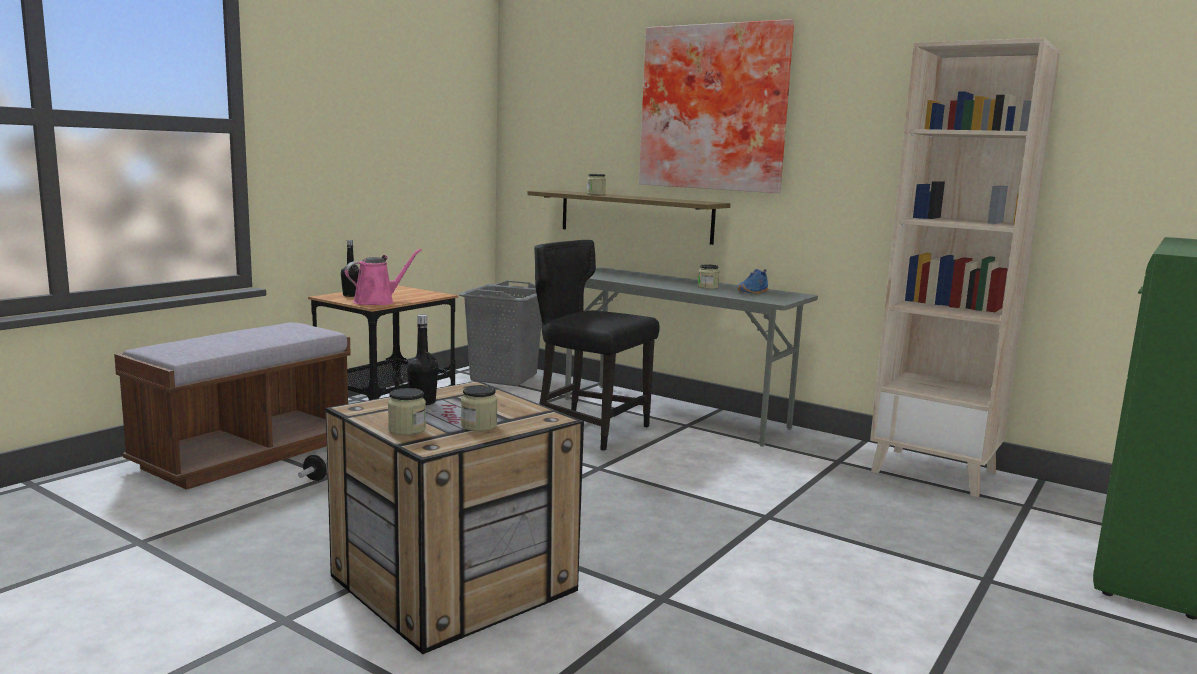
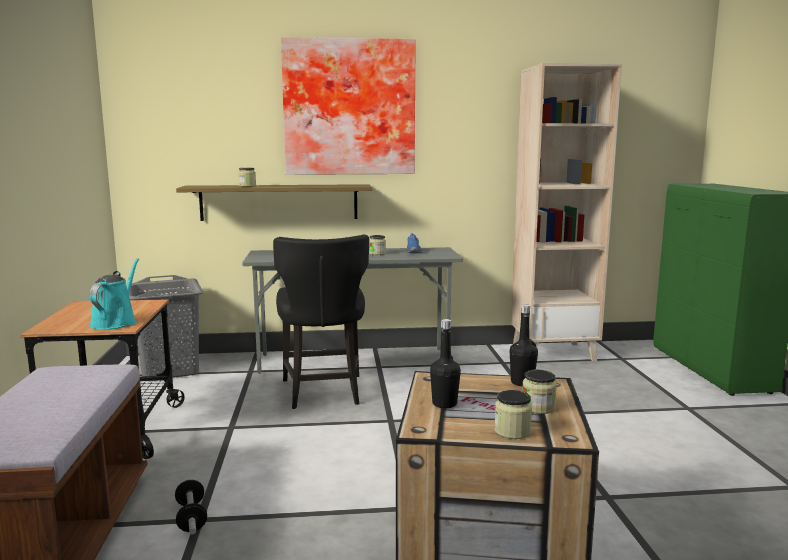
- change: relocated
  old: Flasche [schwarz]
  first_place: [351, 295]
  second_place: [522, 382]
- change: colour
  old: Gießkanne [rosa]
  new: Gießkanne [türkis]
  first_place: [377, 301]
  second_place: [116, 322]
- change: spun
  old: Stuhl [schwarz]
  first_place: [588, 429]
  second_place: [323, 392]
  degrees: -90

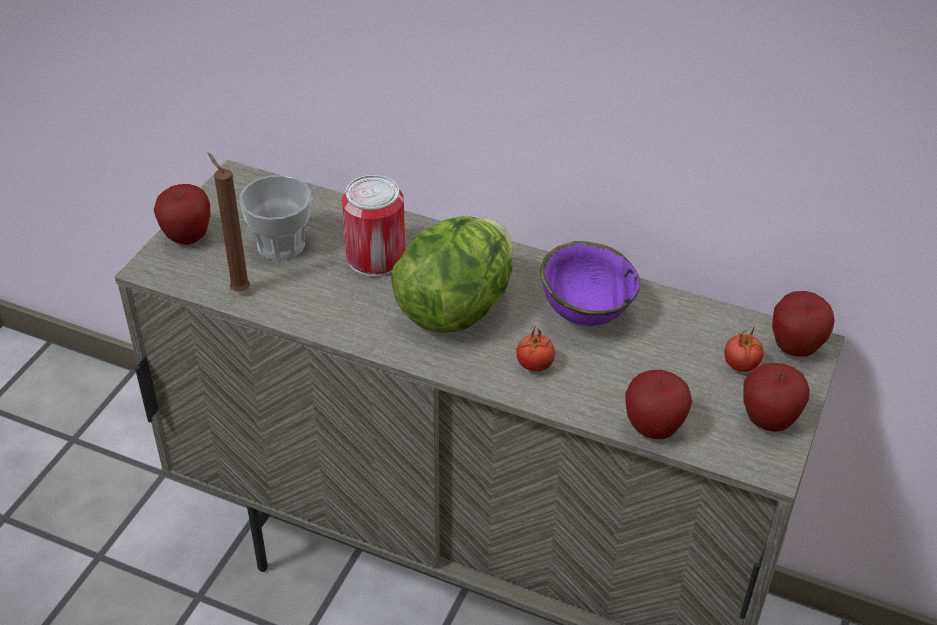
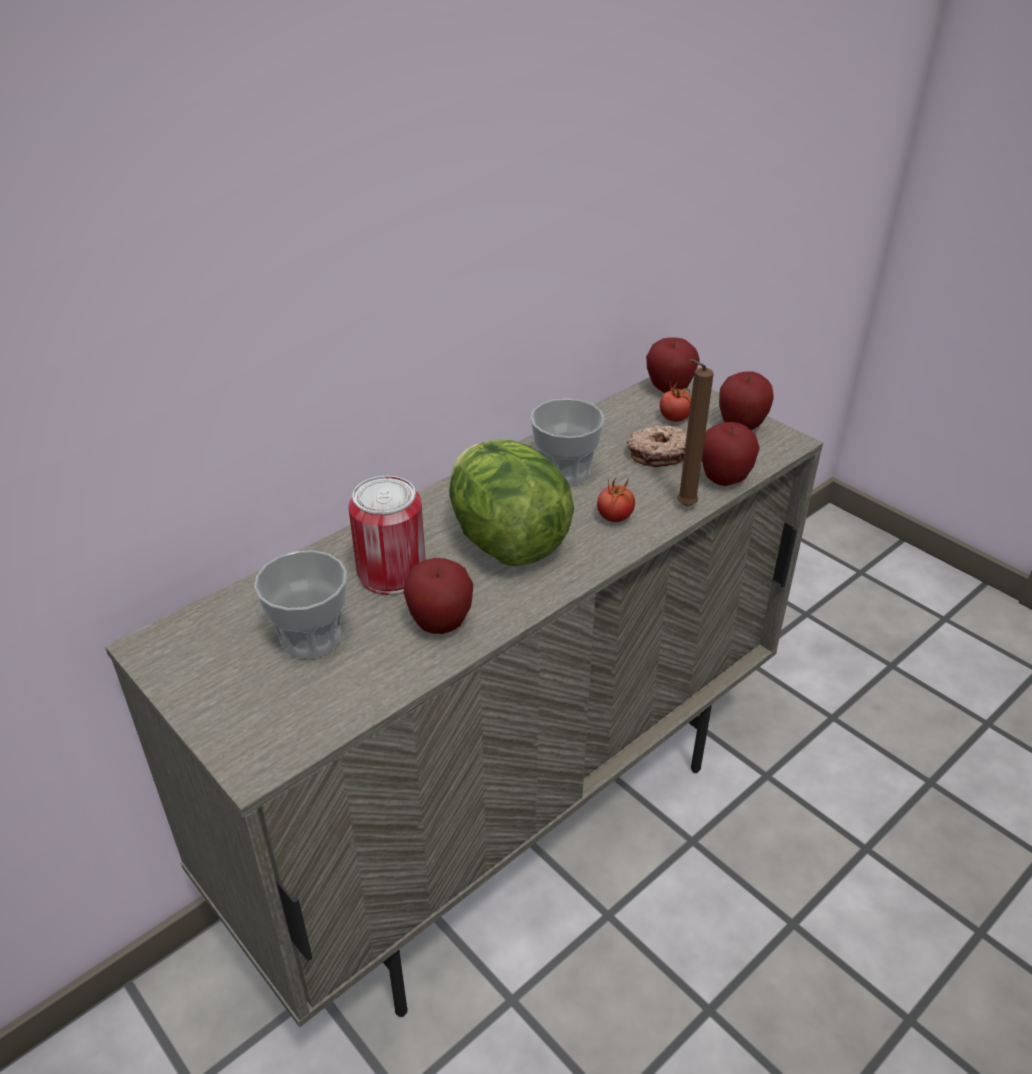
- change: relocated
  old: Apfel
  first_place: [187, 238]
  second_place: [440, 625]
- change: relocated
  old: Kerze [braun]
  first_place: [238, 289]
  second_place: [683, 507]
- change: exchanged
  old: Schüssel [lila]
  new: Tasse
  first_place: [585, 313]
  second_place: [565, 471]
- change: appeared
  new: Donut
  second_place: [658, 453]

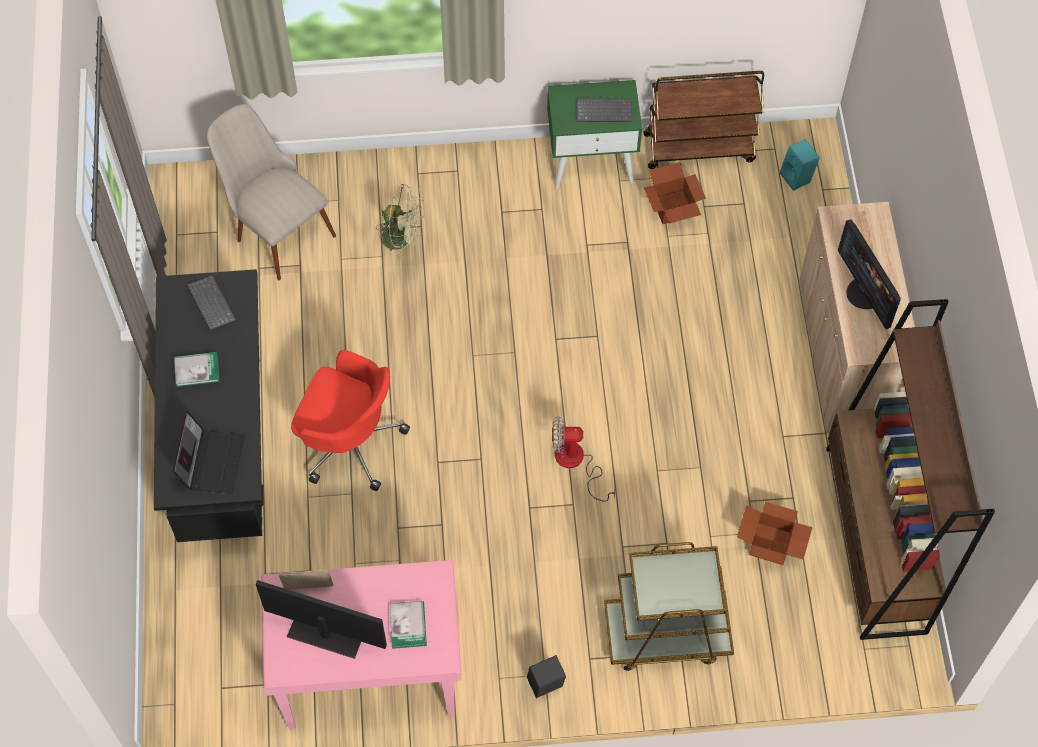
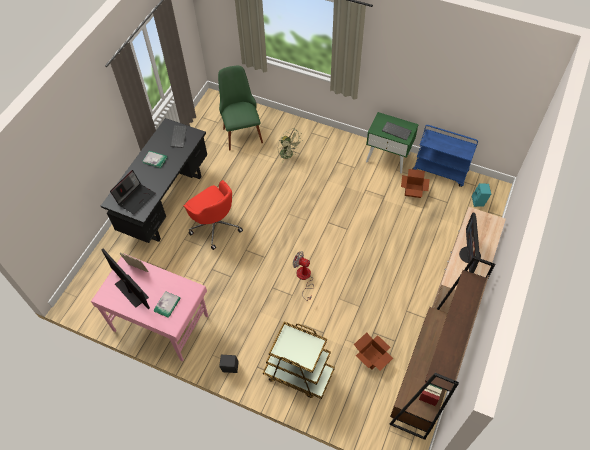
- change: colour
  old: Stuhl [beige]
  new: Stuhl [grün]
  first_place: [276, 228]
  second_place: [241, 130]
- change: colour
  old: Rollwagen [braun]
  new: Rollwagen [blau]
  first_place: [700, 147]
  second_place: [440, 171]

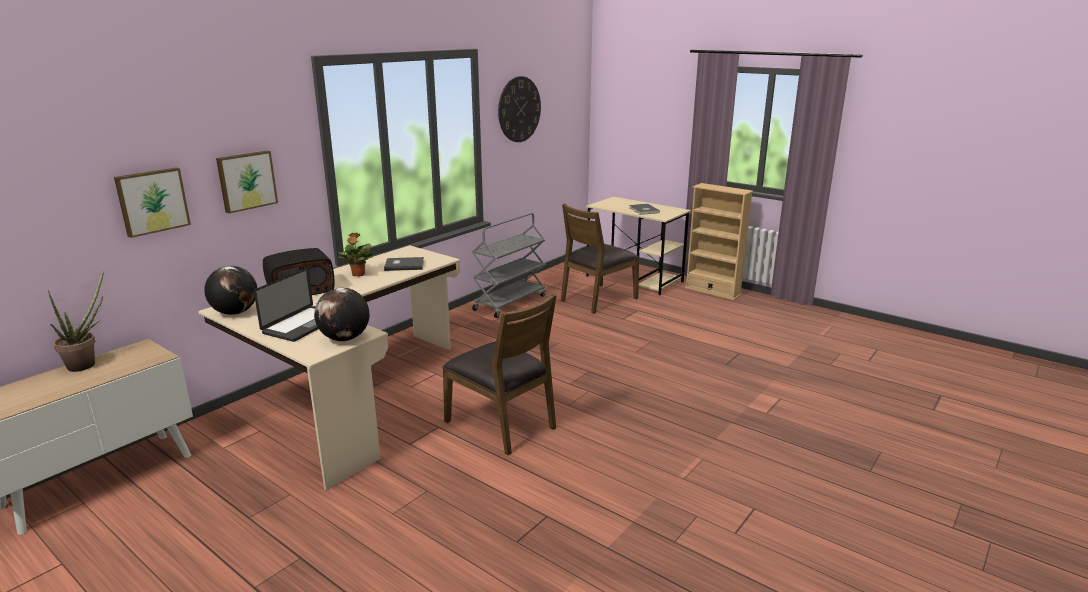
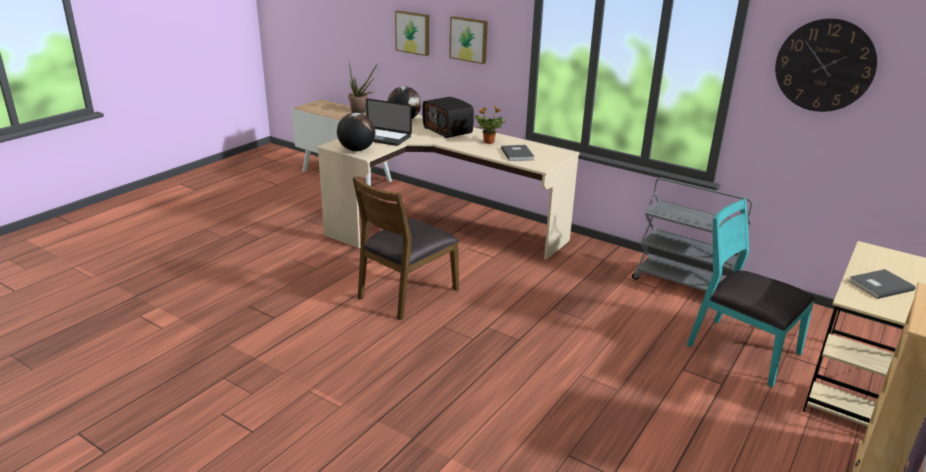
- change: colour
  old: Stuhl [braun]
  new: Stuhl [türkis]
  first_place: [598, 299]
  second_place: [742, 349]

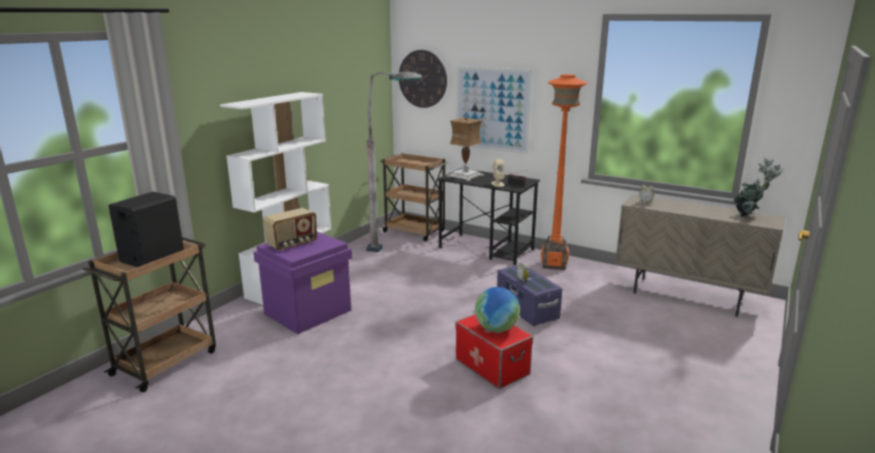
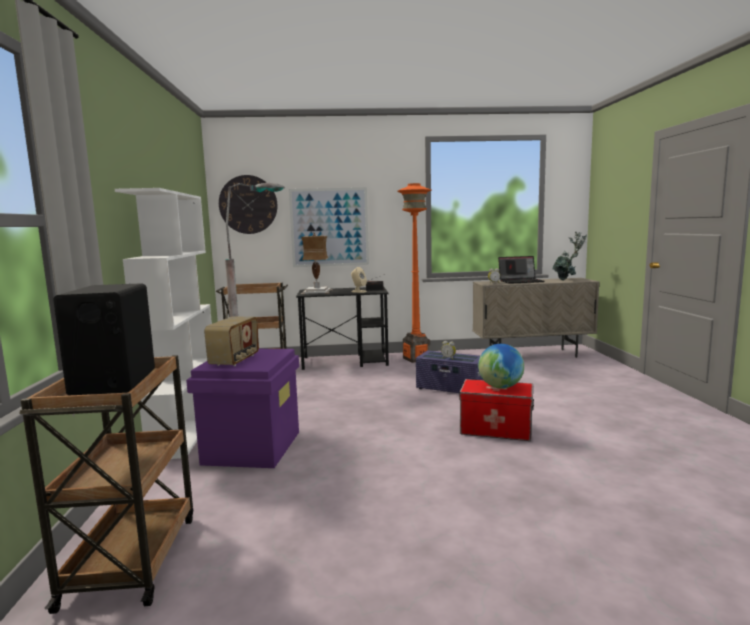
- change: appeared
  new: Laptop
  second_place: [521, 281]

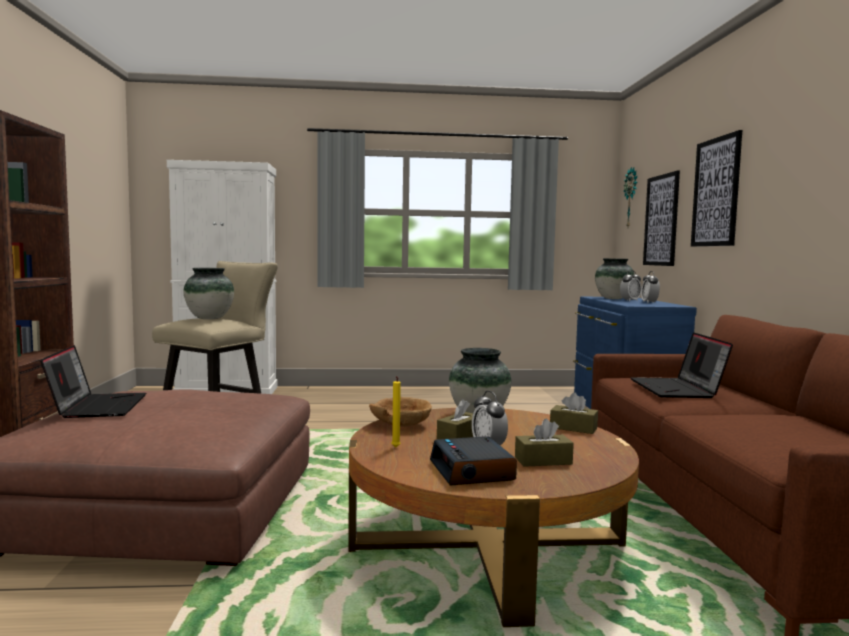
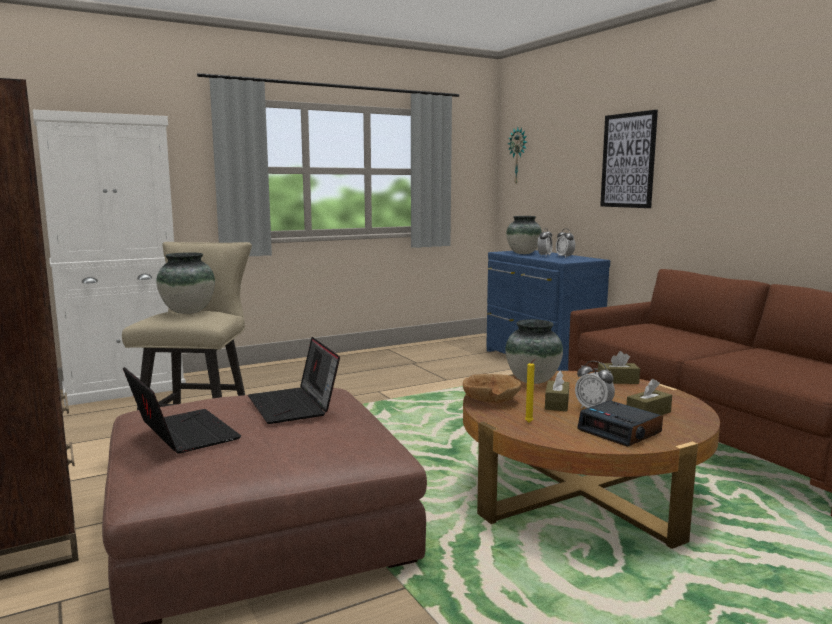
- change: relocated
  old: Laptop
  first_place: [678, 389]
  second_place: [294, 406]
- change: missing
  old: Bild
  first_place: [661, 220]

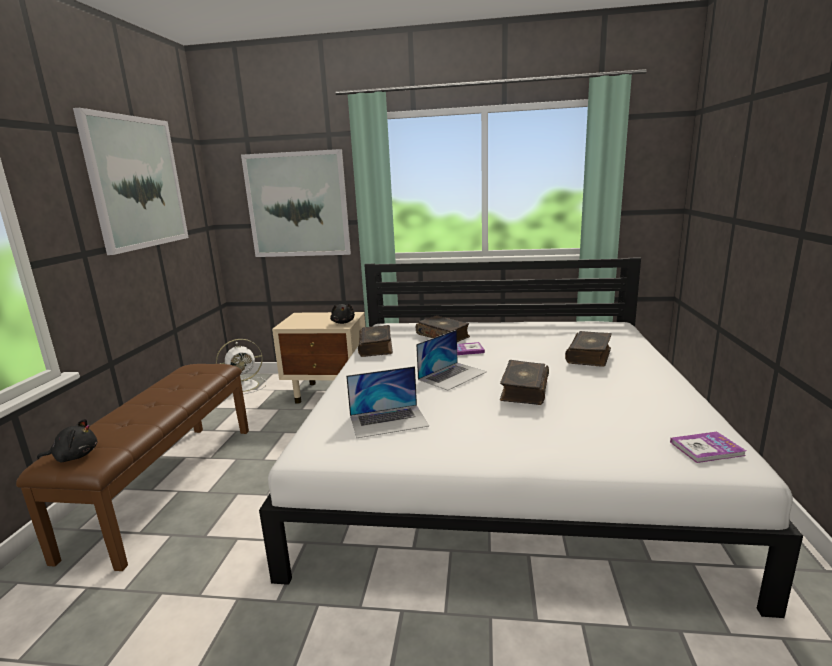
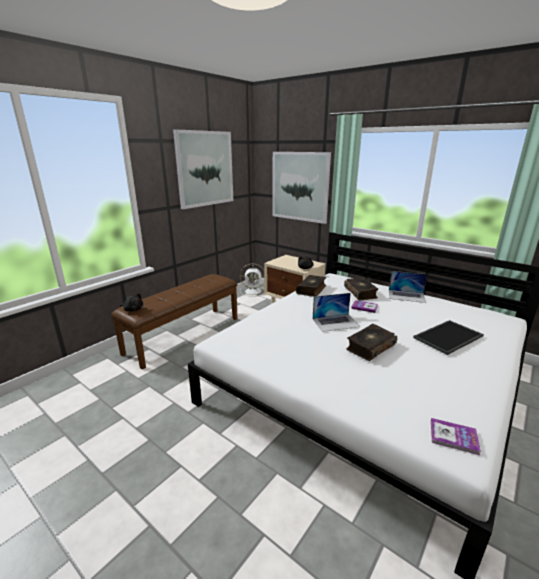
- change: relocated
  old: Laptop
  first_place: [388, 421]
  second_place: [406, 296]
- change: exchanged
  old: Buch
  new: Tablett
  first_place: [589, 355]
  second_place: [449, 337]

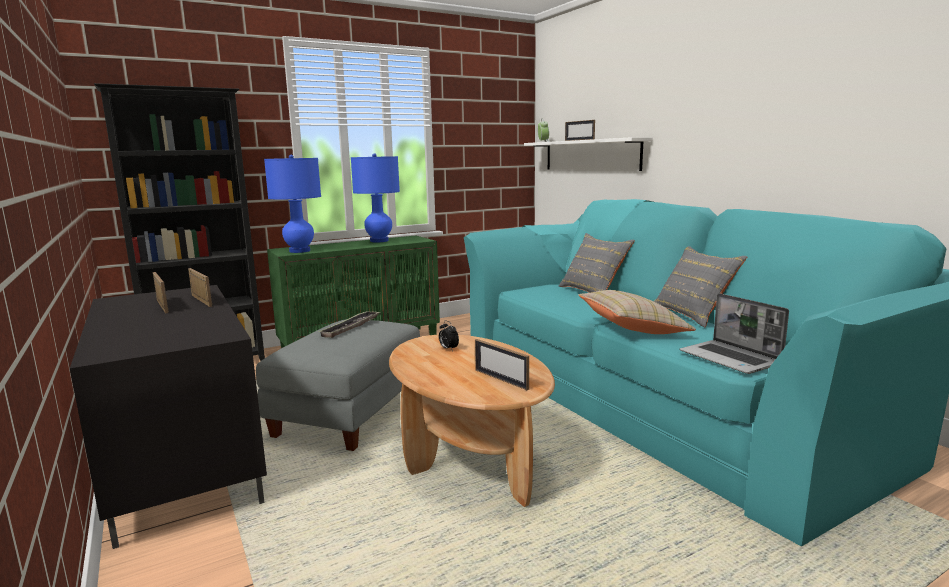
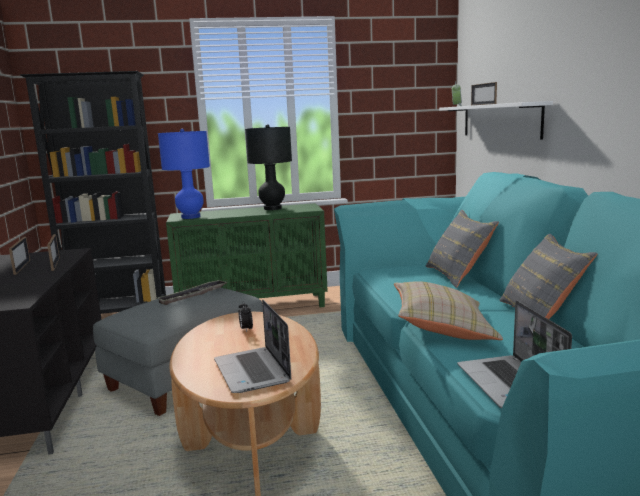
- change: colour
  old: Tischlampe [blau]
  new: Tischlampe [schwarz]
  first_place: [379, 241]
  second_place: [272, 208]
- change: exchanged
  old: Bilderrahmen
  new: Laptop
  first_place: [501, 379]
  second_place: [253, 371]

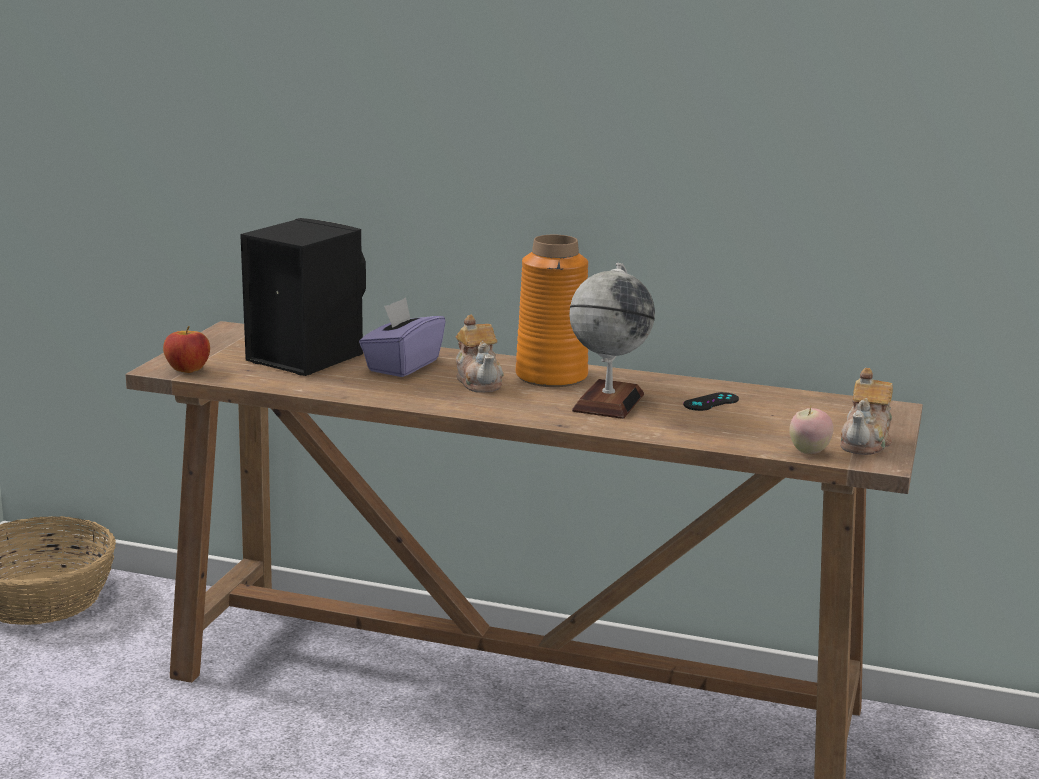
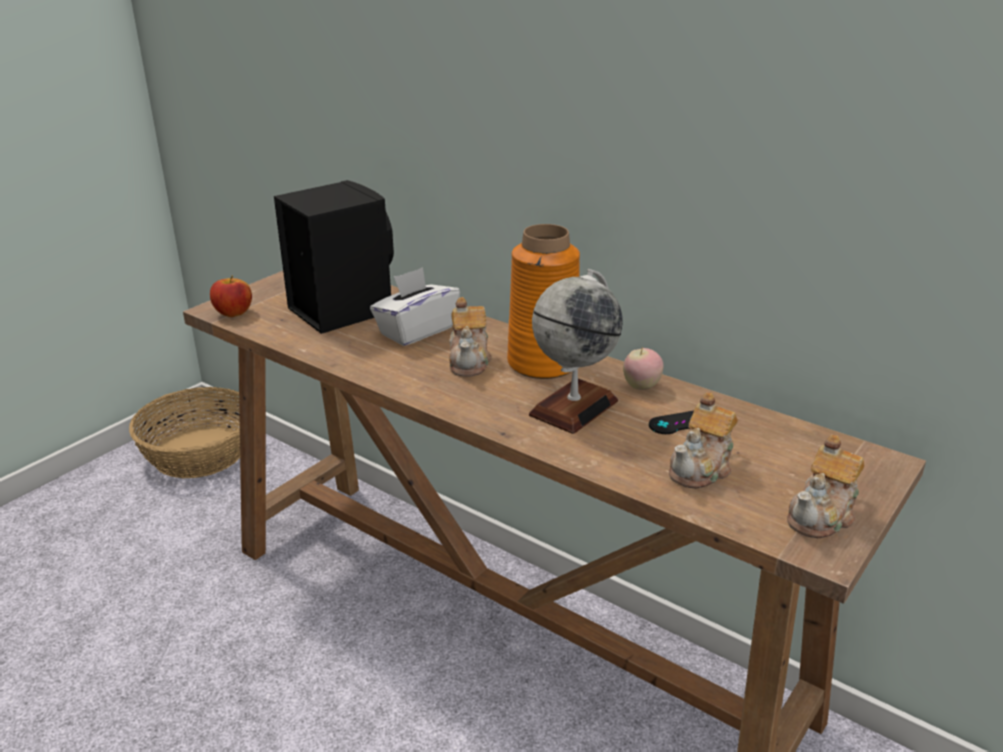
- change: colour
  old: Taschentuchbox [lila]
  new: Taschentuchbox [weiß]
  first_place: [402, 365]
  second_place: [416, 331]
- change: relocated
  old: Apfel
  first_place: [809, 452]
  second_place: [641, 387]
- change: appeared
  new: Teekanne
  second_place: [702, 469]

